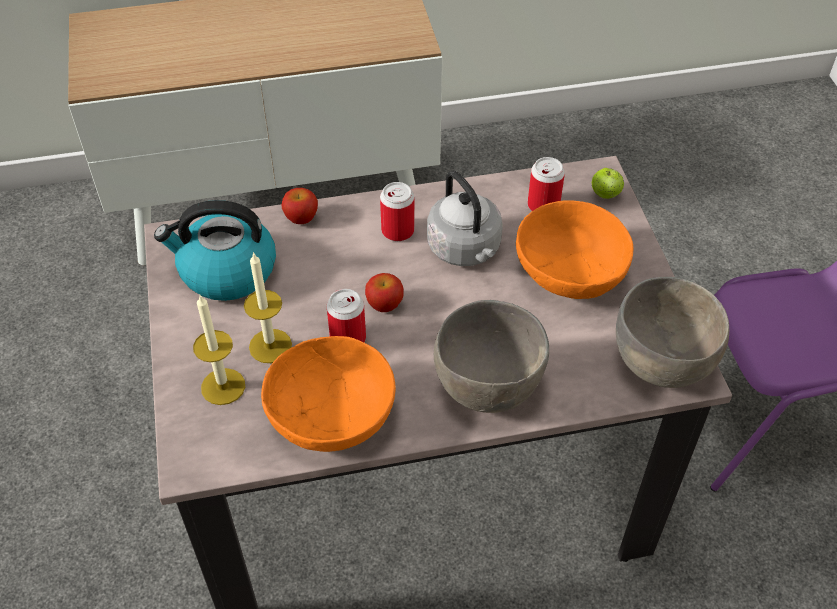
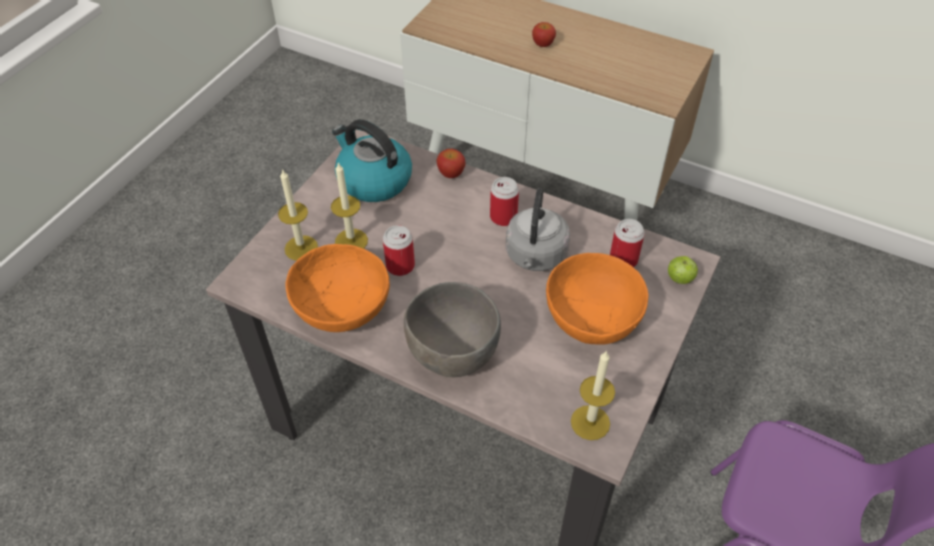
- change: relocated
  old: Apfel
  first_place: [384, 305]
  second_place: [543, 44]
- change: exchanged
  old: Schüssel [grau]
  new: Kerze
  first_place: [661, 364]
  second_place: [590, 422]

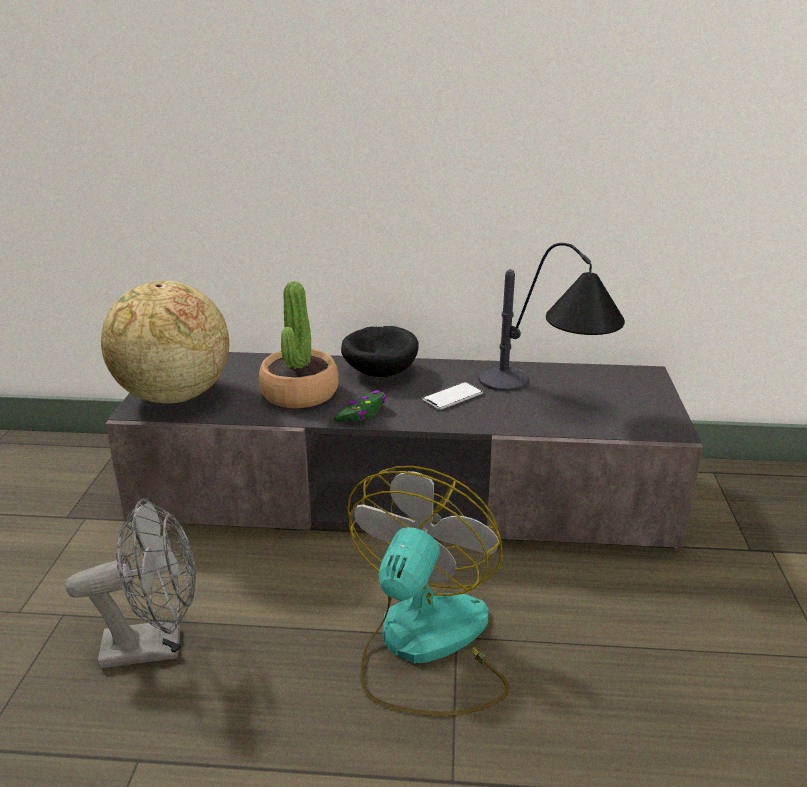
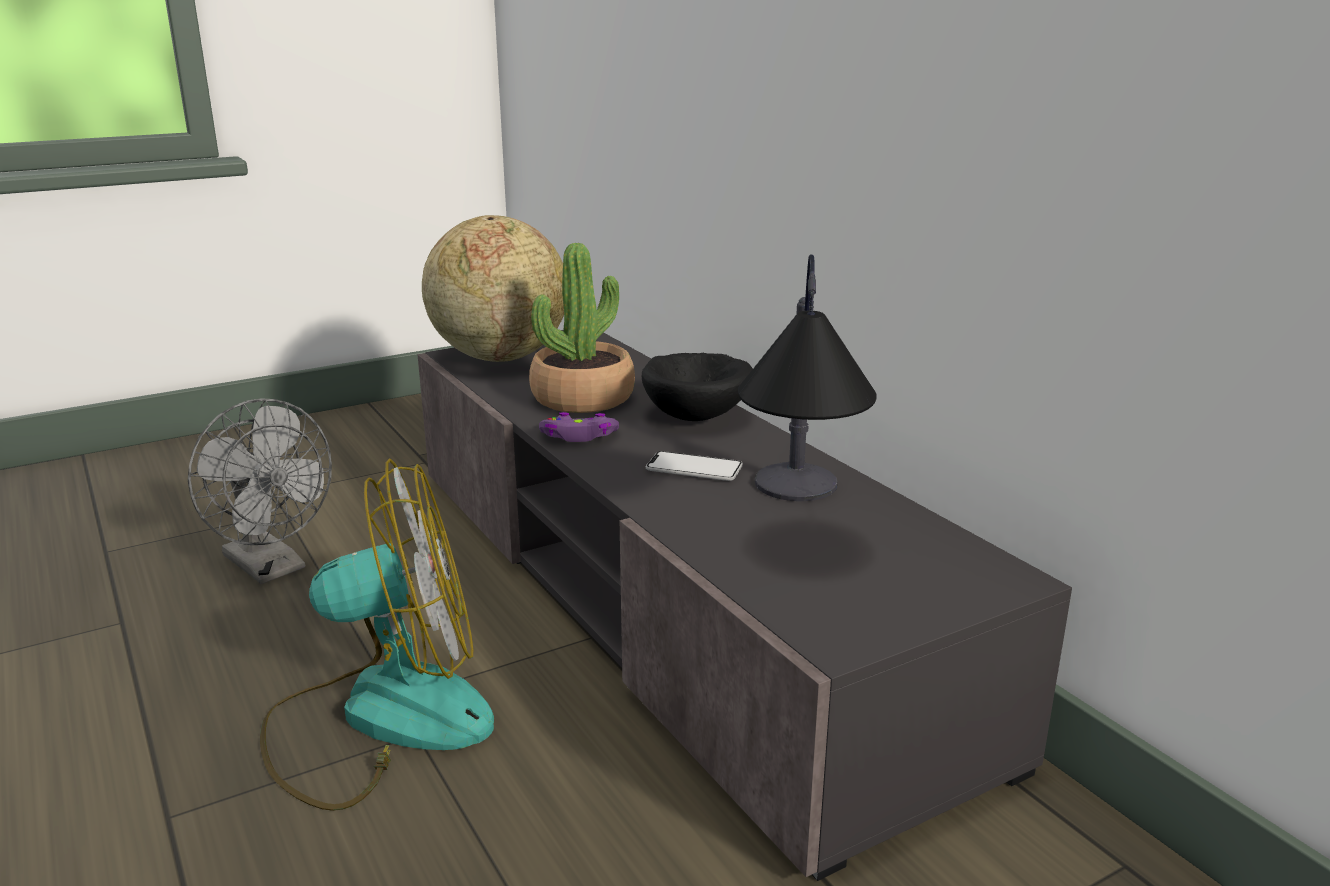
- change: colour
  old: Gamepad [grün]
  new: Gamepad [lila]
  first_place: [362, 413]
  second_place: [579, 437]

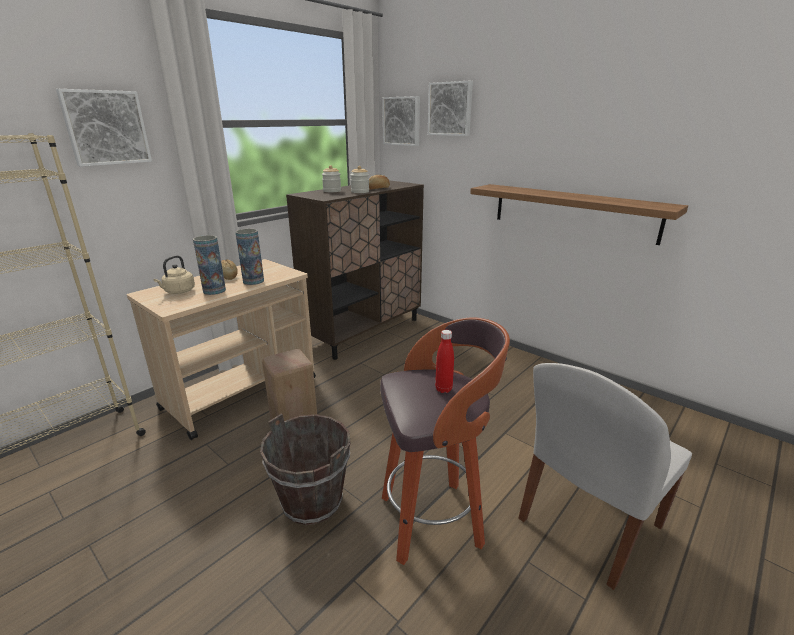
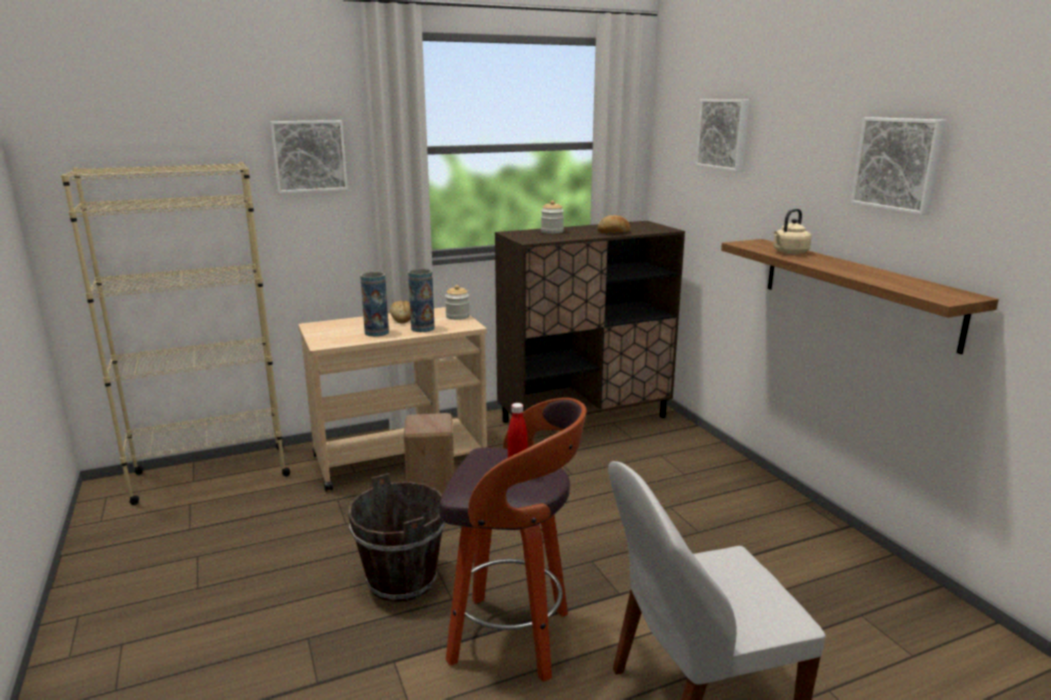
- change: relocated
  old: Wasserkessel [beige]
  first_place: [178, 292]
  second_place: [789, 253]
- change: relocated
  old: Vorratsglas
  first_place: [360, 192]
  second_place: [457, 316]
- change: relocated
  old: Bild
  first_place: [402, 121]
  second_place: [899, 164]

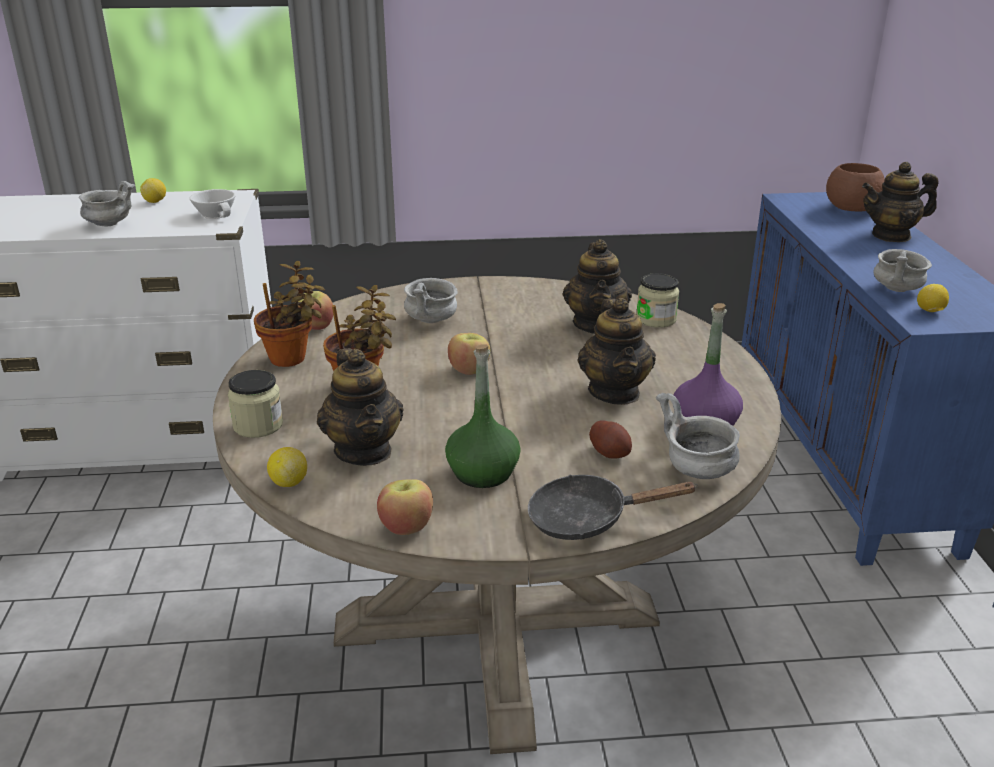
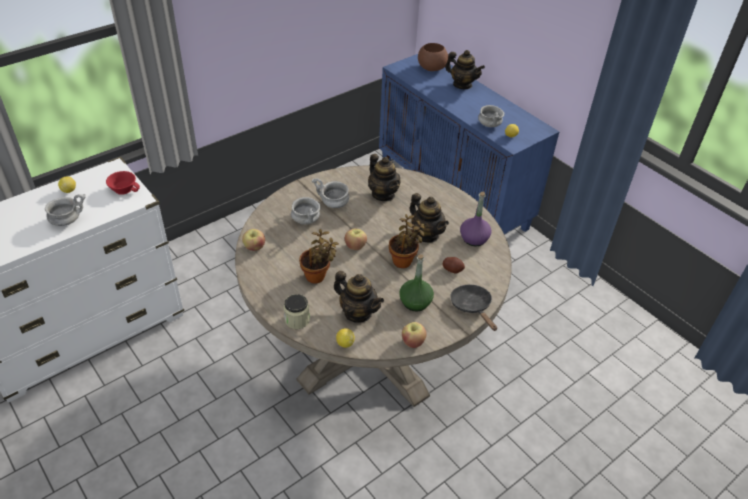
- change: colour
  old: Tasse [weiß]
  new: Tasse [rot]
  first_place: [217, 214]
  second_place: [124, 188]
- change: relocated
  old: Topfpflanze
  first_place: [292, 358]
  second_place: [404, 260]
- change: spun
  old: Pfanne [schwarz]
  first_place: [587, 519]
  second_place: [472, 307]
  degrees: 105
- change: missing
  old: Vorratsglas
  first_place: [656, 319]
- change: relocated
  old: Schüssel [grau]
  first_place: [697, 470]
  second_place: [333, 203]
- change: spun
  old: Teekanne
  first_place: [891, 235]
  second_place: [462, 85]
  degrees: -105

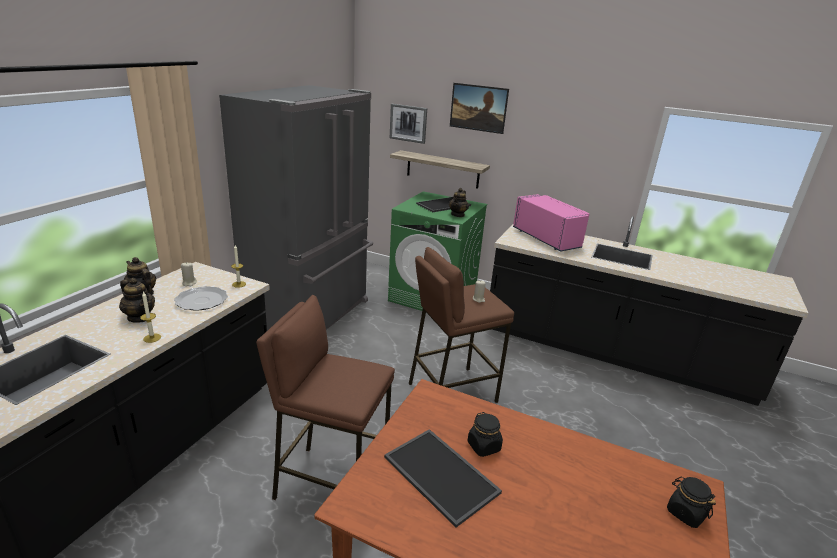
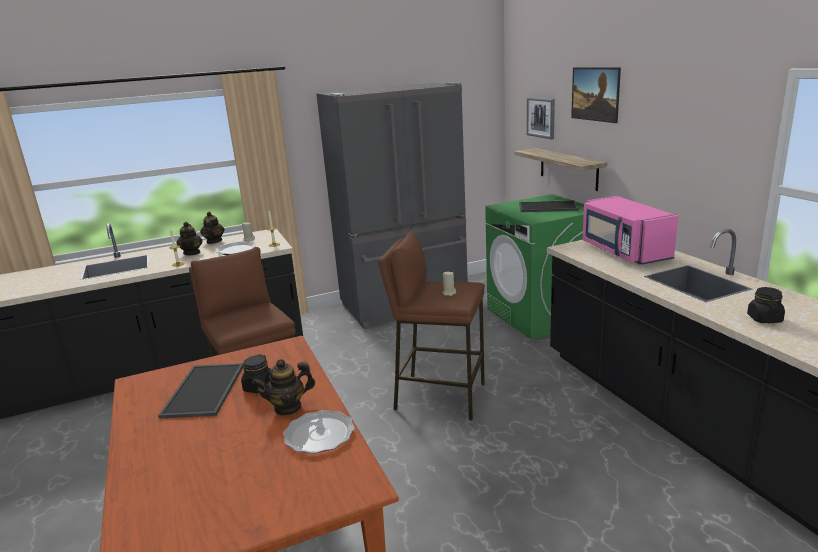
- change: relocated
  old: Teekanne
  first_place: [458, 215]
  second_place: [288, 407]
- change: spun
  old: Mikrowelle [rosa]
  first_place: [547, 238]
  second_place: [623, 252]
  degrees: 150
- change: relocated
  old: Vorratsglas [schwarz]
  first_place: [685, 513]
  second_place: [764, 319]
- change: appeared
  new: Teller
  second_place: [319, 435]

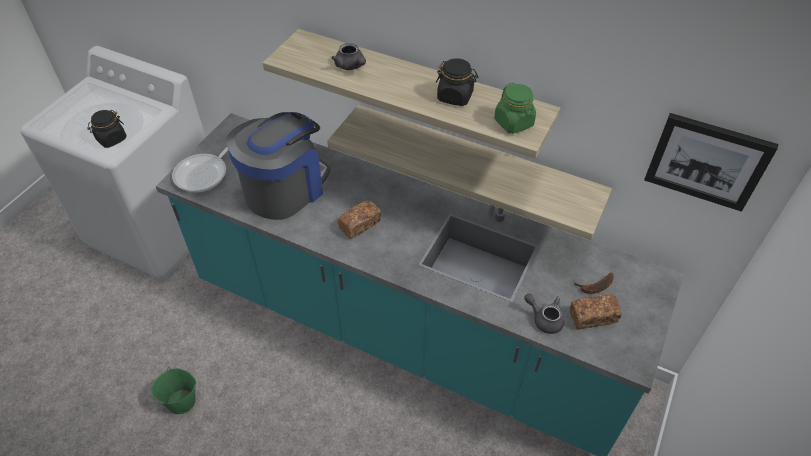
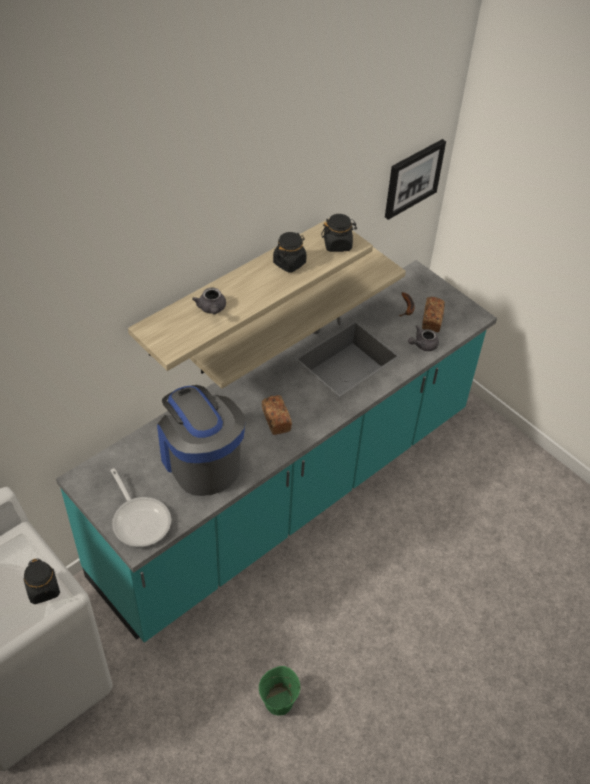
- change: spun
  old: Teekanne [grau]
  first_place: [351, 66]
  second_place: [211, 309]
  degrees: 90
- change: colour
  old: Vorratsglas [grün]
  new: Vorratsglas [schwarz]
  first_place: [514, 123]
  second_place: [337, 244]

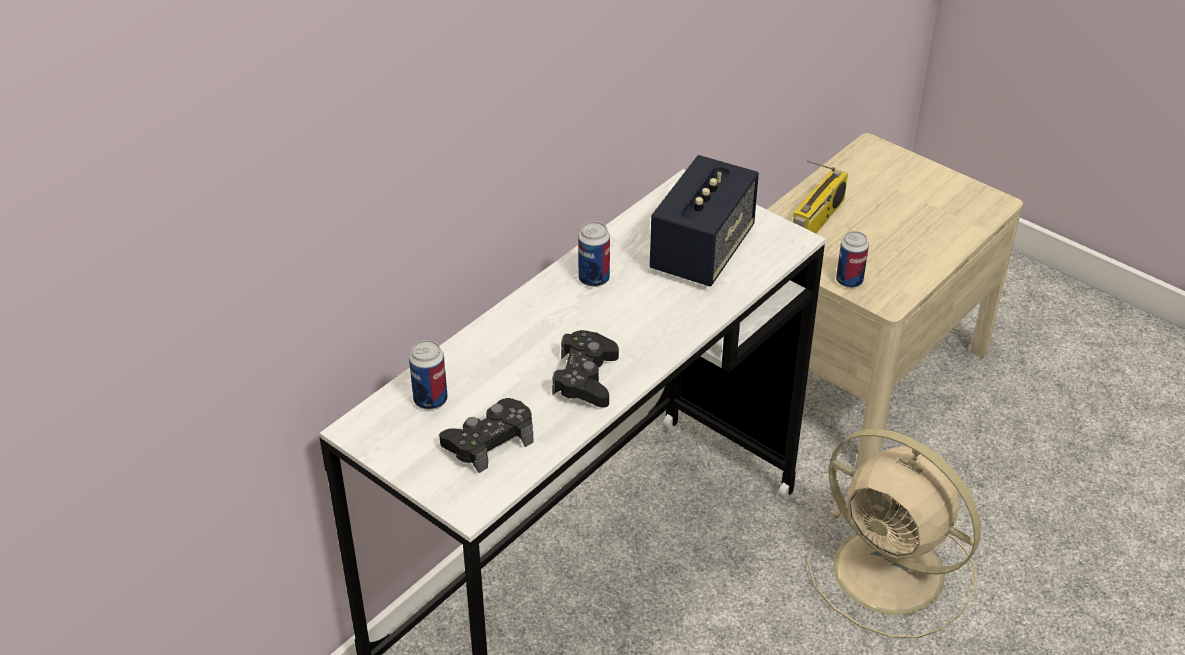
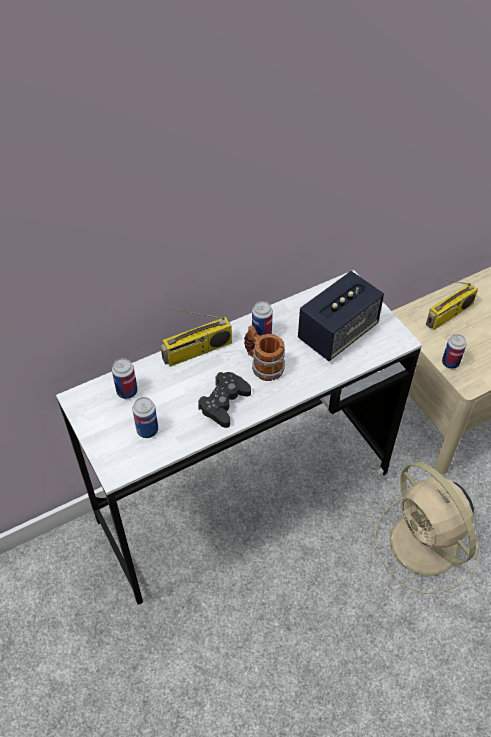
- change: exchanged
  old: Gamepad [schwarz]
  new: Dose
  first_place: [489, 441]
  second_place: [147, 430]
- change: appeared
  new: Radio
  second_place: [197, 351]
- change: appeared
  new: Henkelbecher
  second_place: [263, 364]

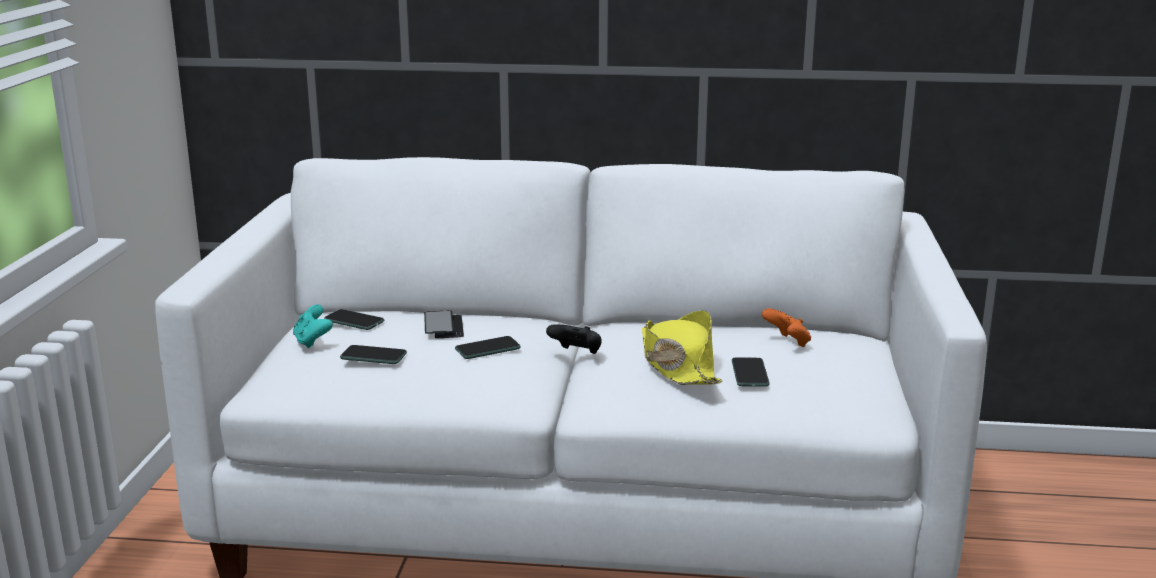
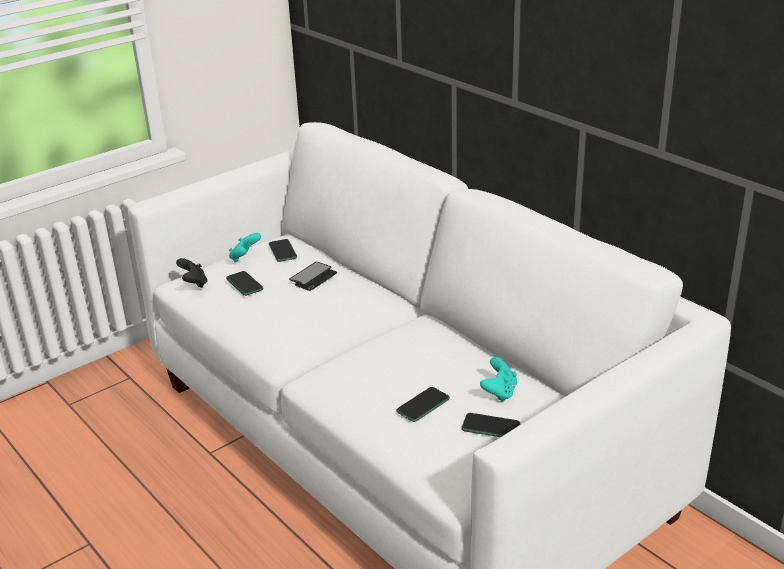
- change: relocated
  old: Handy
  first_place: [487, 349]
  second_place: [490, 427]
- change: relocated
  old: Gamepad [schwarz]
  first_place: [576, 354]
  second_place: [194, 283]
- change: missing
  old: Hut [gelb]
  first_place: [678, 365]
- change: colour
  old: Gamepad [orange]
  new: Gamepad [türkis]
  first_place: [787, 343]
  second_place: [499, 392]

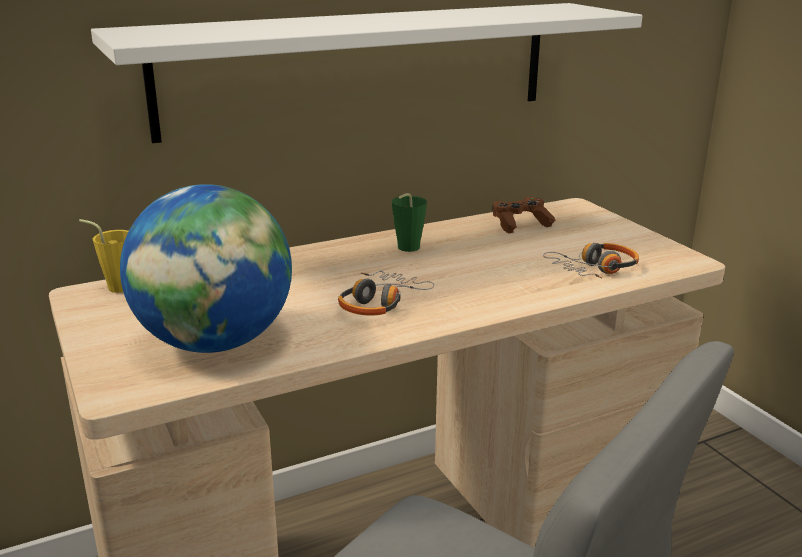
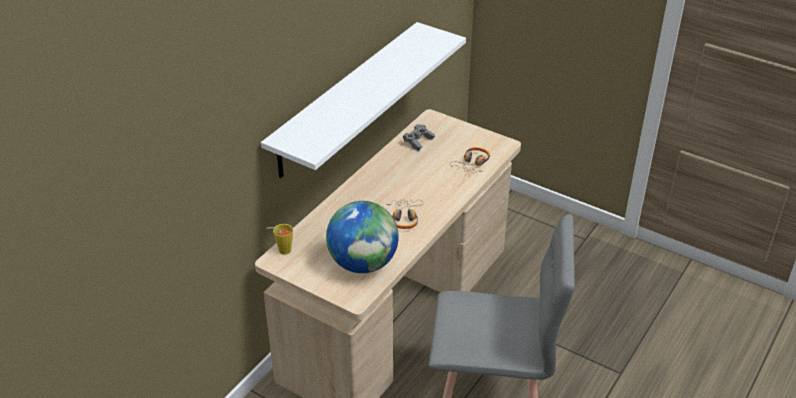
- change: missing
  old: Tasse [grün]
  first_place: [406, 249]
- change: colour
  old: Gamepad [braun]
  new: Gamepad [grau]
  first_place: [521, 224]
  second_place: [418, 141]

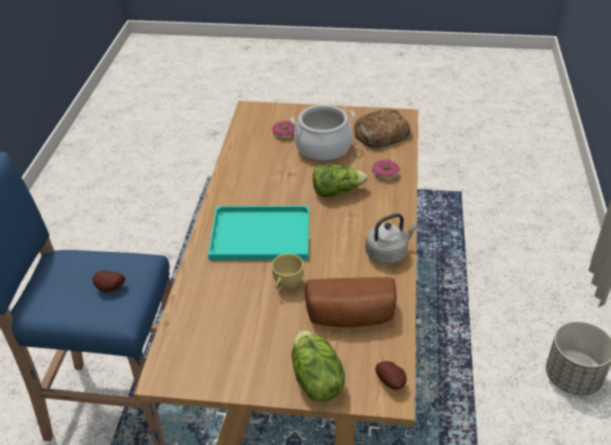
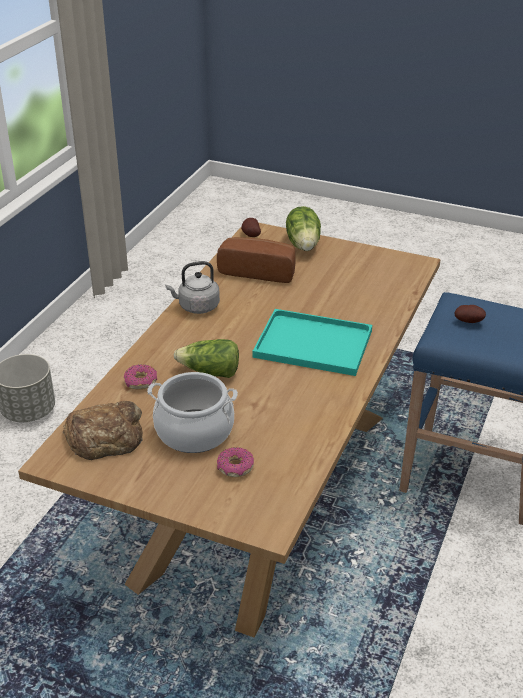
- change: missing
  old: Tasse [gelb]
  first_place: [286, 286]

